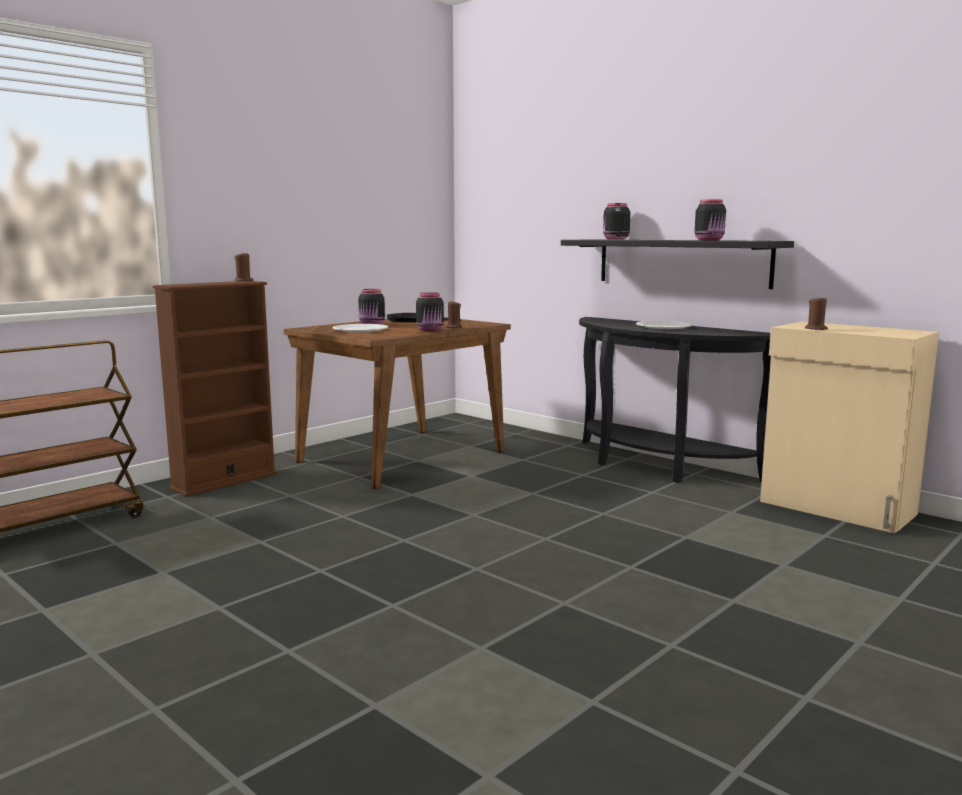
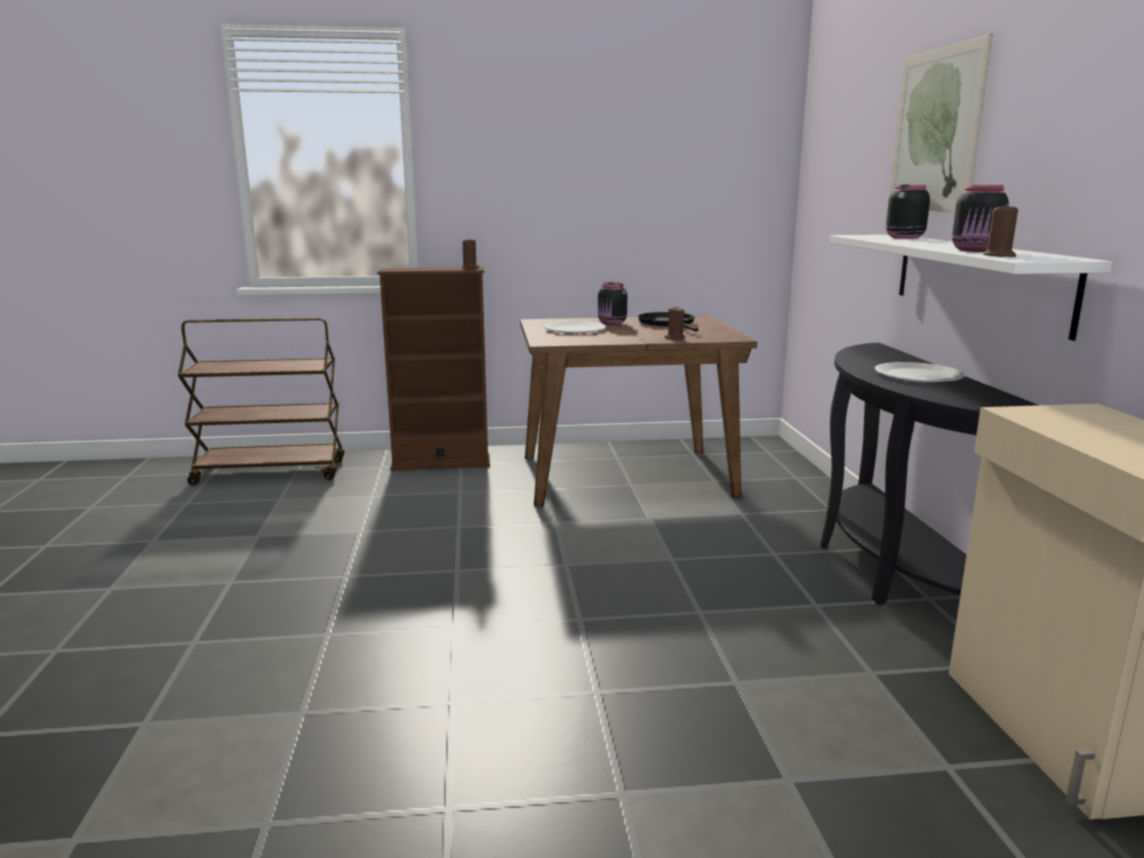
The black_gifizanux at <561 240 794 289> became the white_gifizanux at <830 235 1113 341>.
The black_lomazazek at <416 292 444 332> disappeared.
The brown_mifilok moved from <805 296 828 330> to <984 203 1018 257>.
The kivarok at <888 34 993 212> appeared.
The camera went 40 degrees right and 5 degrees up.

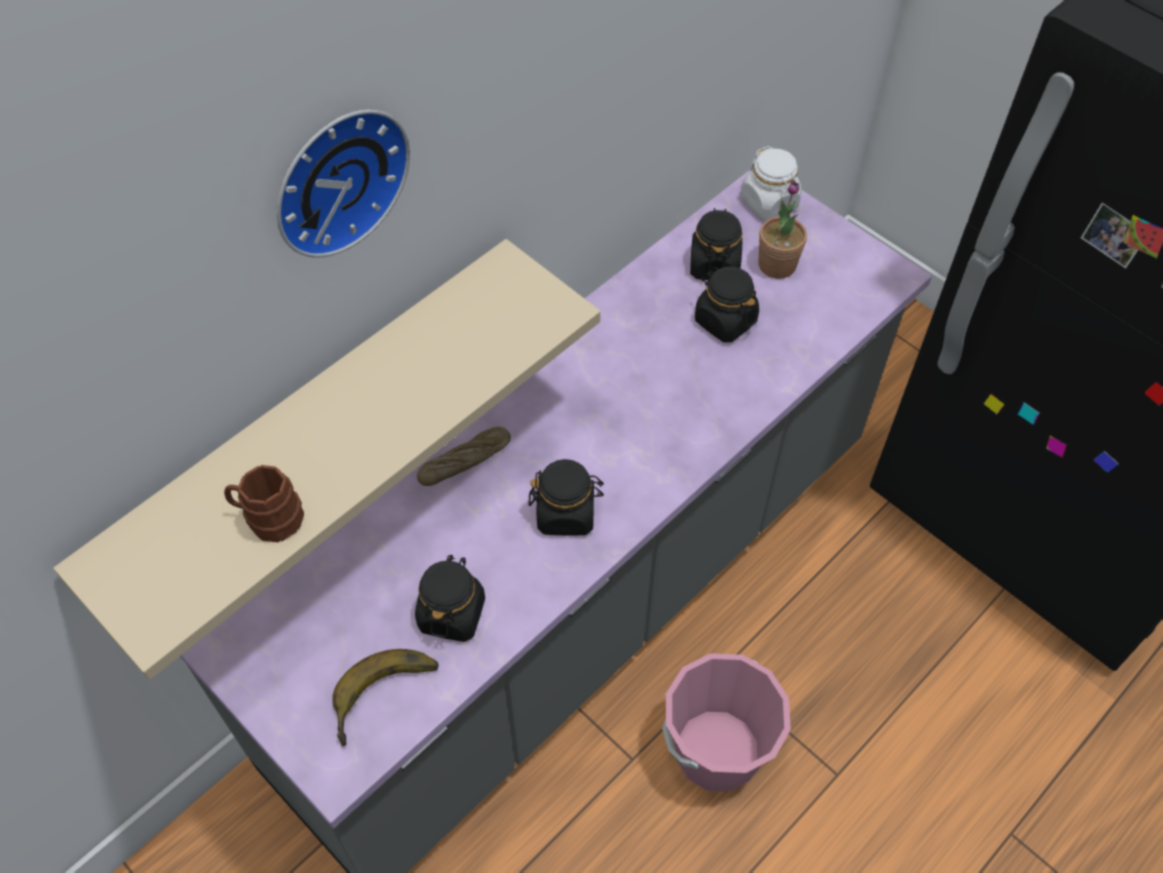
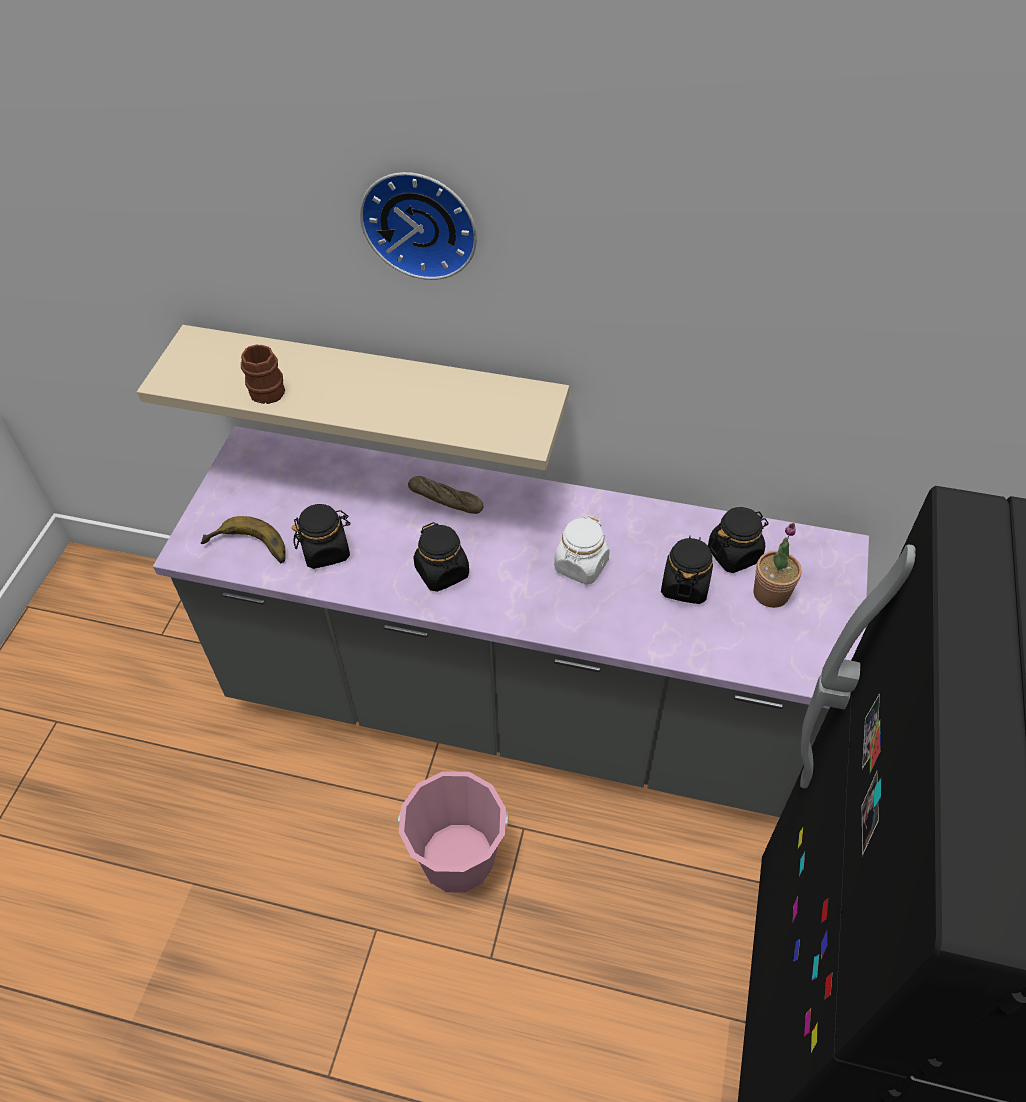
The white_lomazazek moved from <741 146 802 221> to <554 515 610 585>.
The camera went 60 degrees right and 5 degrees down.

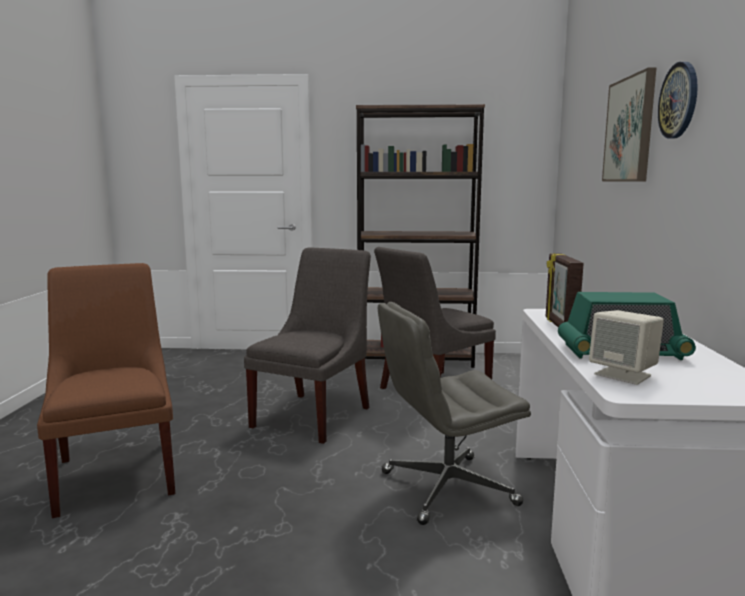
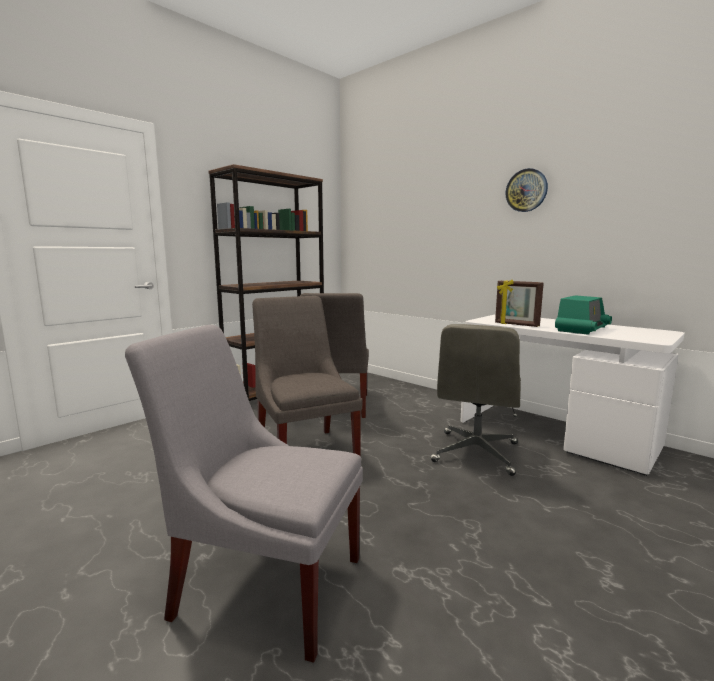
The kivarok at <602 67 657 182> disappeared.
The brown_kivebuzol at <37 263 175 518> became the grey_kivebuzol at <125 325 363 663>.
The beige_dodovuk at <589 310 664 385> disappeared.
The camera went 50 degrees left and 0 degrees up.

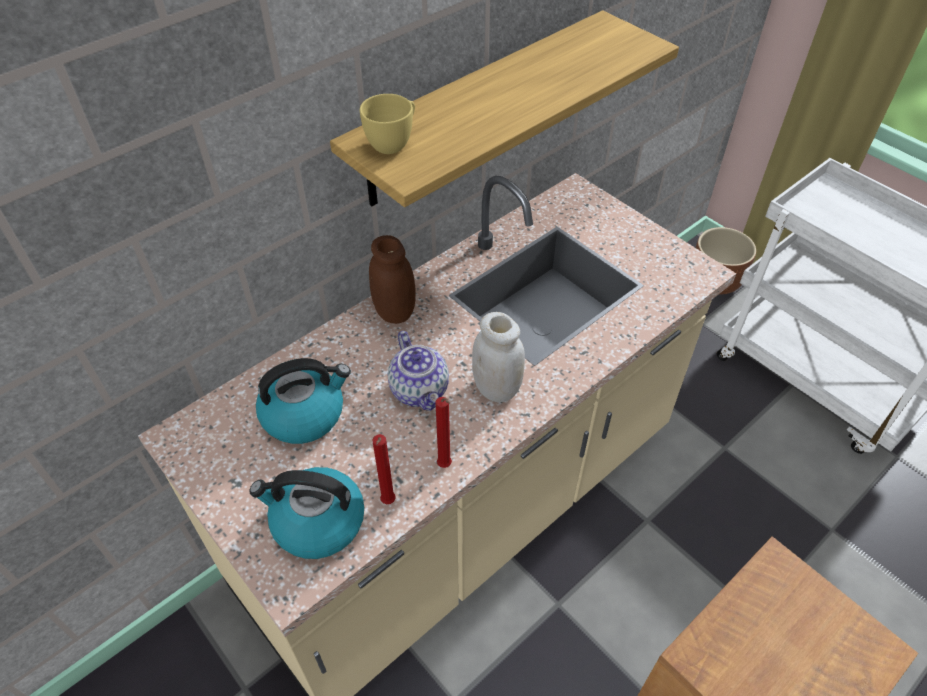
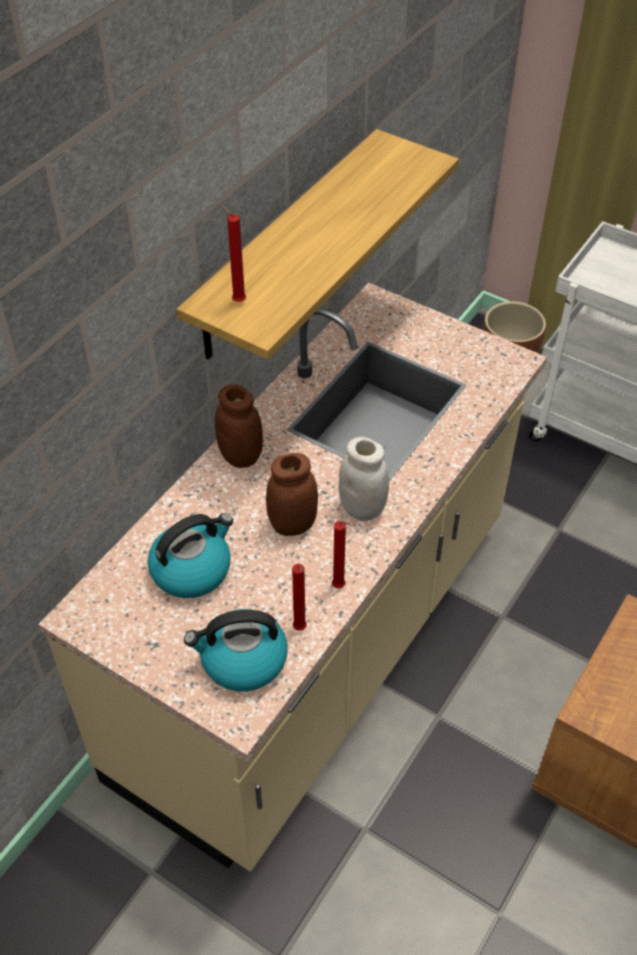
The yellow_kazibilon at <360 94 415 154> was replaced by the red_mifilok at <221 205 246 302>.
The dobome at <388 331 449 411> was replaced by the brown_lomazazek at <266 453 318 536>.
The camera went 15 degrees left and 0 degrees up.

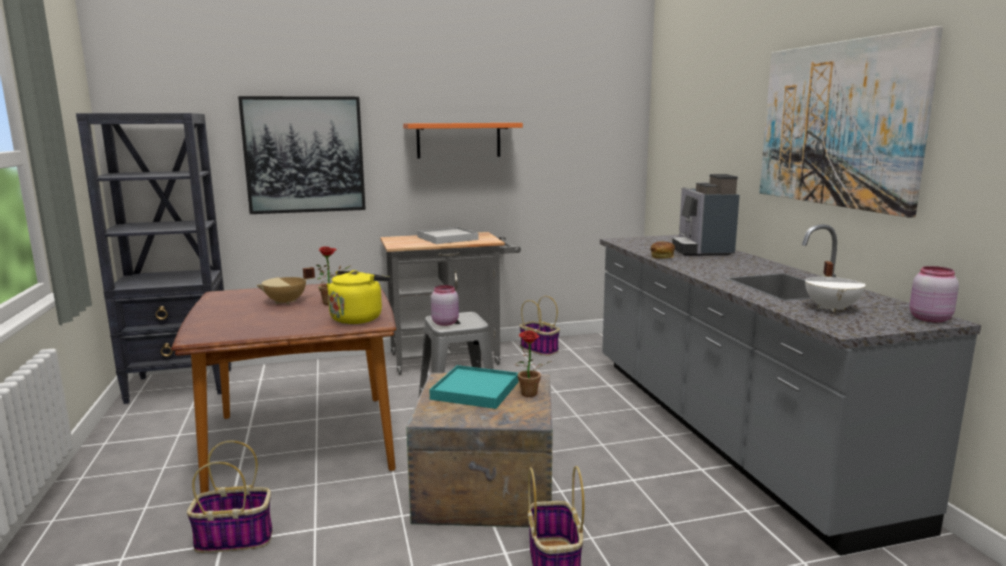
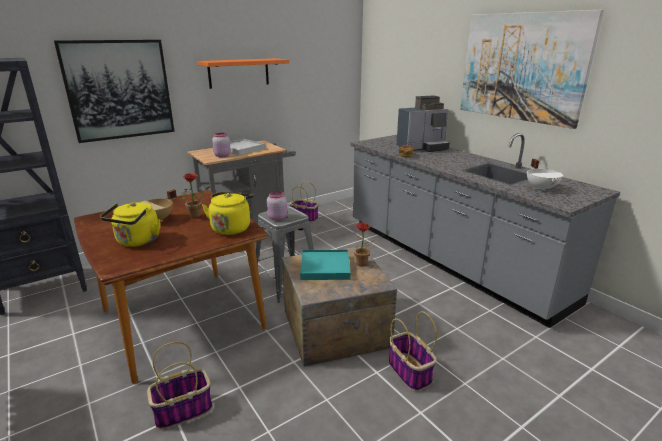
The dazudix at <672 174 740 256> turned 90 degrees counterclockwise.
The pink_lomazazek moved from <910 266 959 323> to <212 133 231 157>.
The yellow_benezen at <100 202 161 247> appeared.
The camera went 20 degrees left and 10 degrees up.

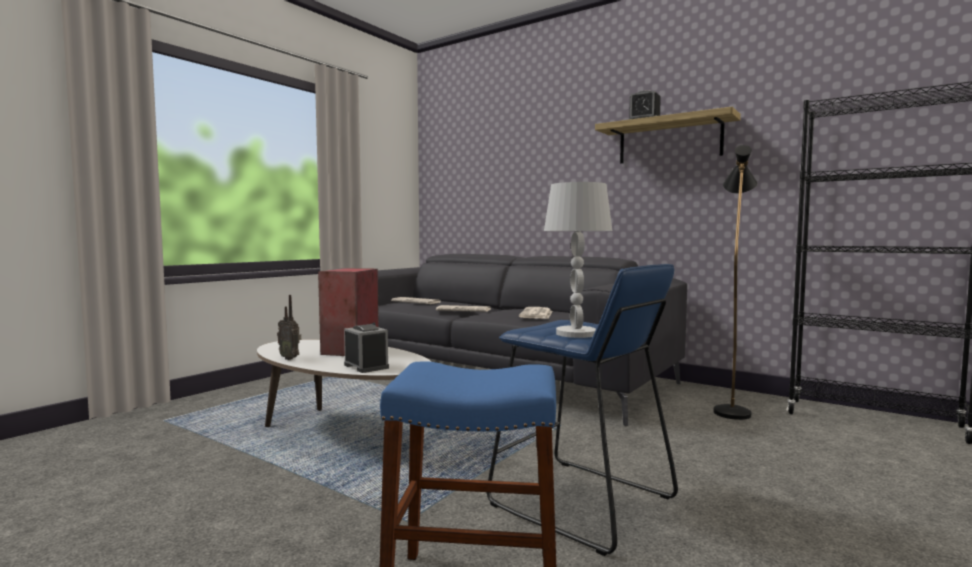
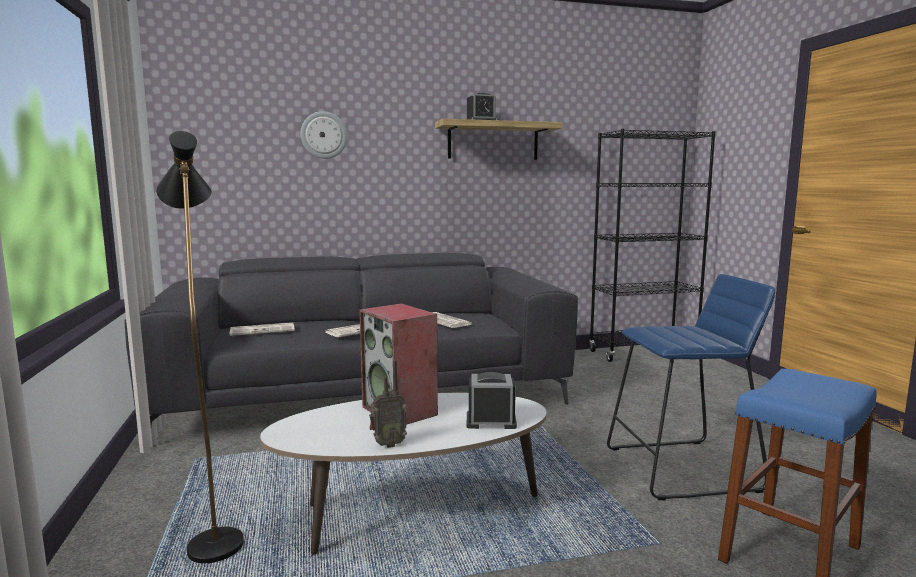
The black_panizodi moved from <713 145 758 420> to <156 131 244 563>.
The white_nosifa at <544 182 612 338> disappeared.
The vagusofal at <300 111 348 159> appeared.
The camera went 50 degrees left and 5 degrees up.

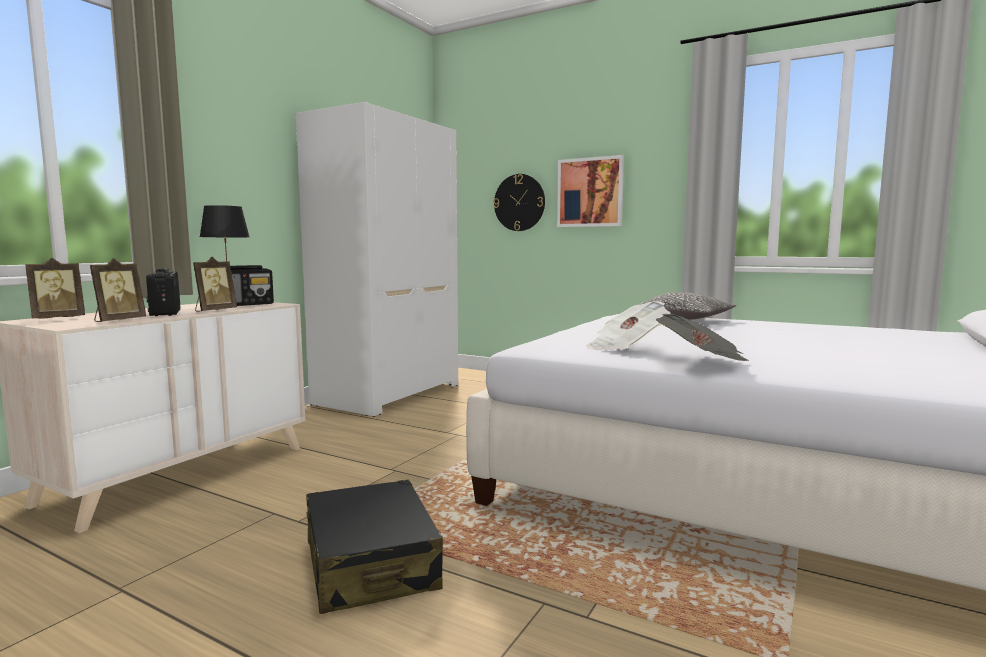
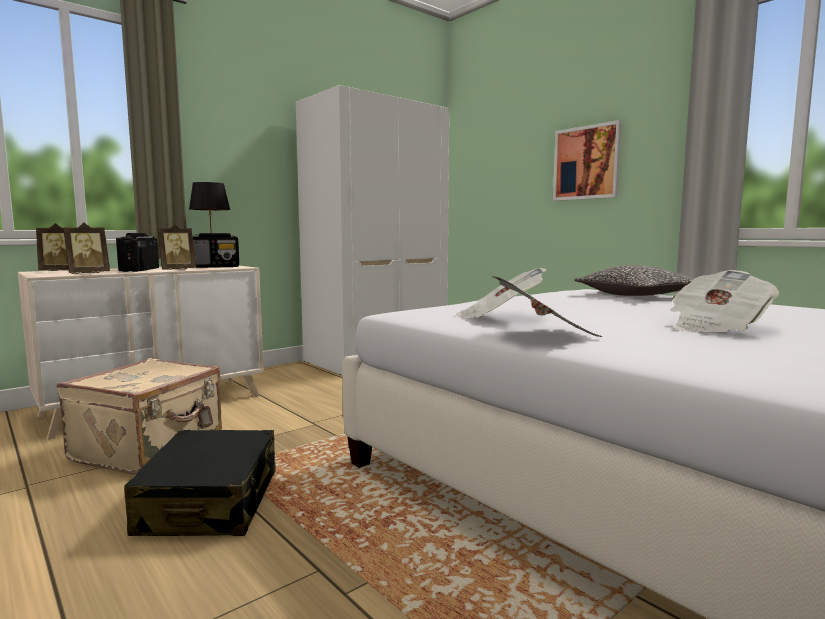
The vagusofal at <494 174 545 231> disappeared.
The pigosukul at <670 270 779 333> appeared.
The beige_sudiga at <57 358 222 475> appeared.
The camera went 20 degrees right and 0 degrees up.

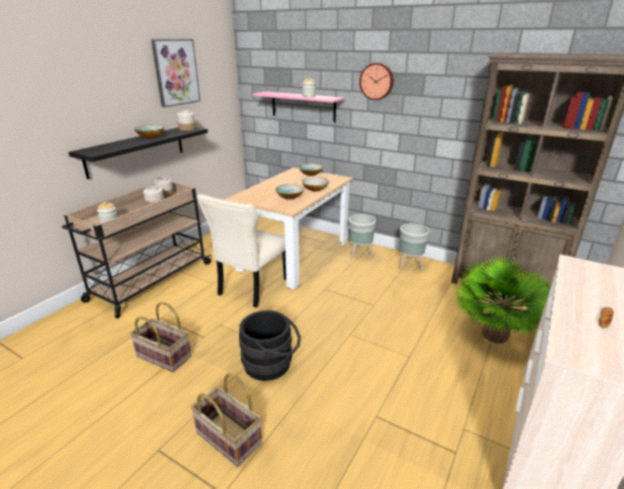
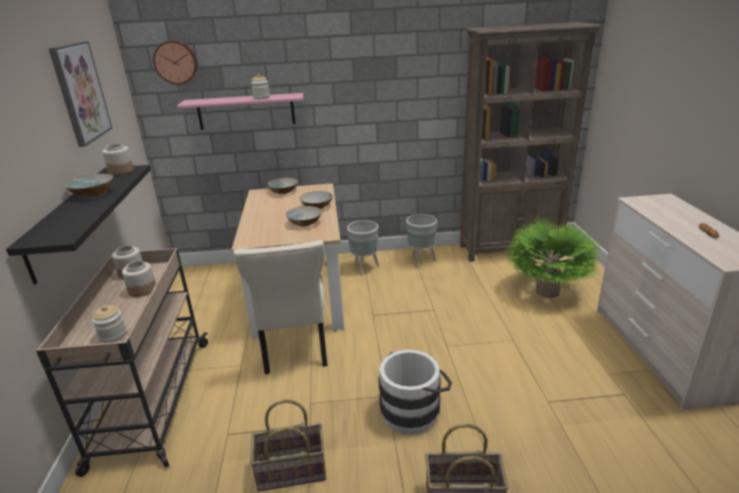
The vagusofal moved from <359 63 393 100> to <153 40 197 85>.
The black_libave at <239 310 301 381> became the white_libave at <378 350 452 434>.
The camera went 35 degrees left and 0 degrees up.

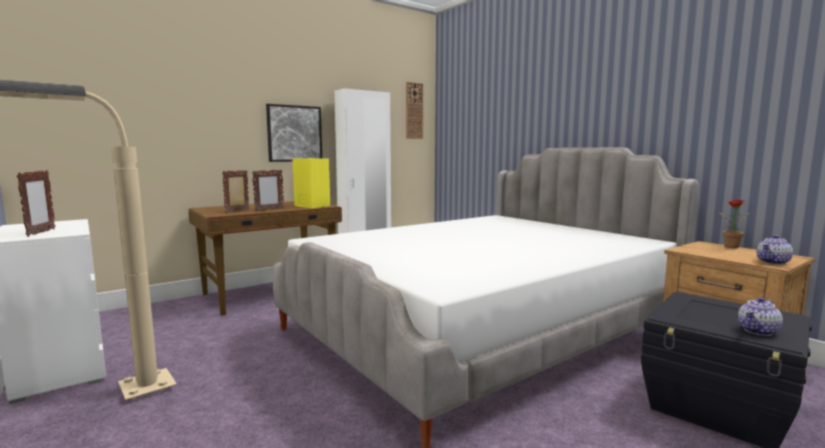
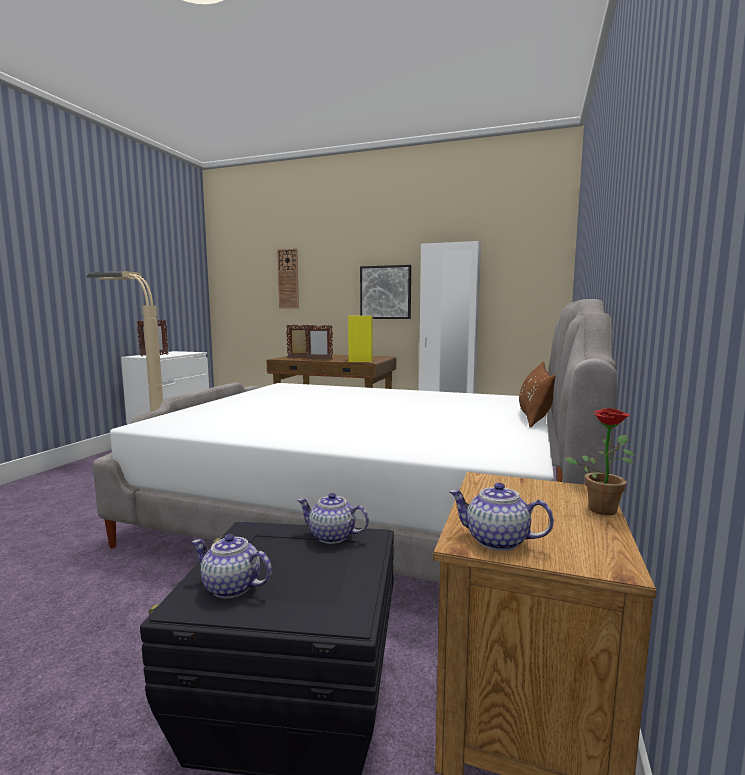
The vagusofal moved from <406 82 424 139> to <277 249 299 308>.
The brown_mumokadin at <519 362 556 428> appeared.
The dobome at <297 493 369 544> appeared.
The camera went 55 degrees right and 0 degrees up.

